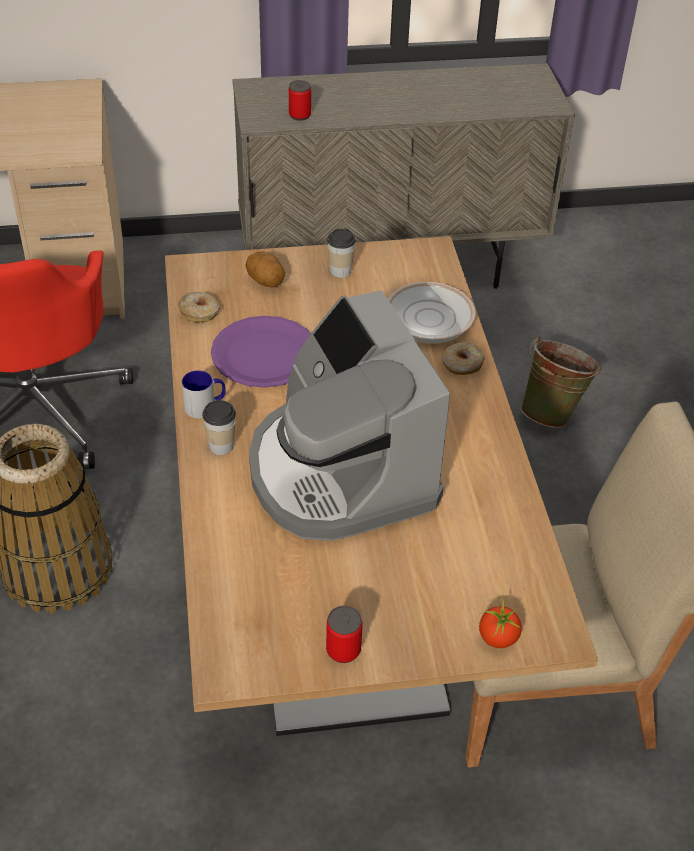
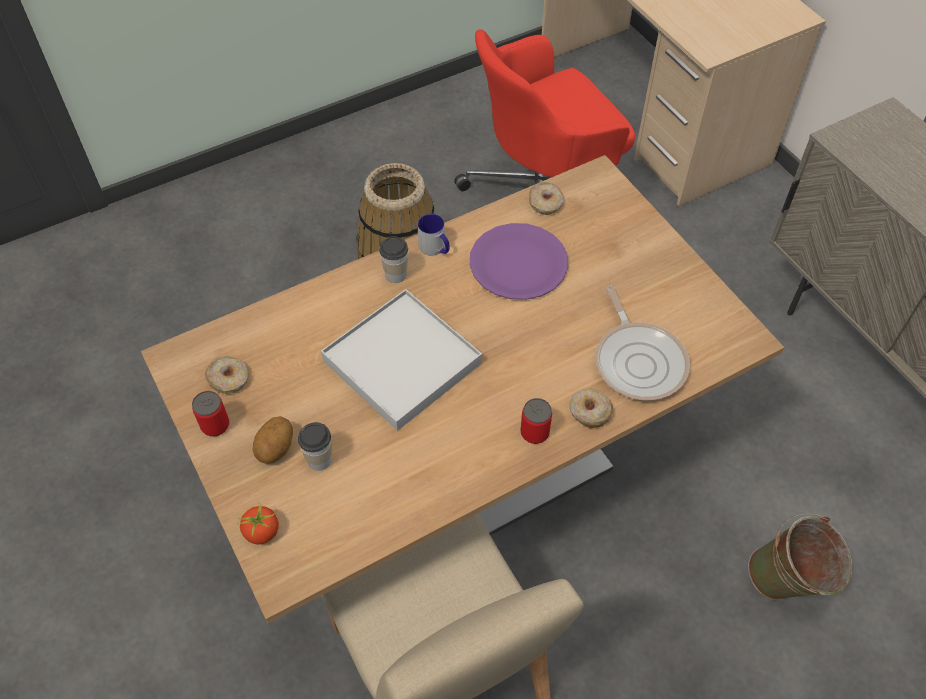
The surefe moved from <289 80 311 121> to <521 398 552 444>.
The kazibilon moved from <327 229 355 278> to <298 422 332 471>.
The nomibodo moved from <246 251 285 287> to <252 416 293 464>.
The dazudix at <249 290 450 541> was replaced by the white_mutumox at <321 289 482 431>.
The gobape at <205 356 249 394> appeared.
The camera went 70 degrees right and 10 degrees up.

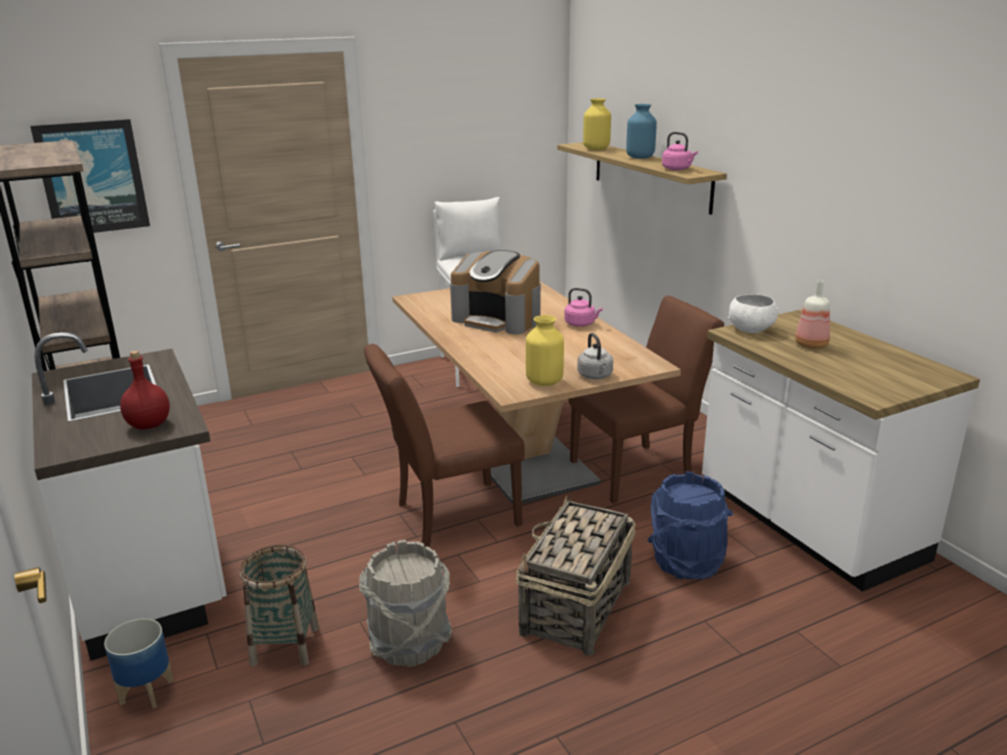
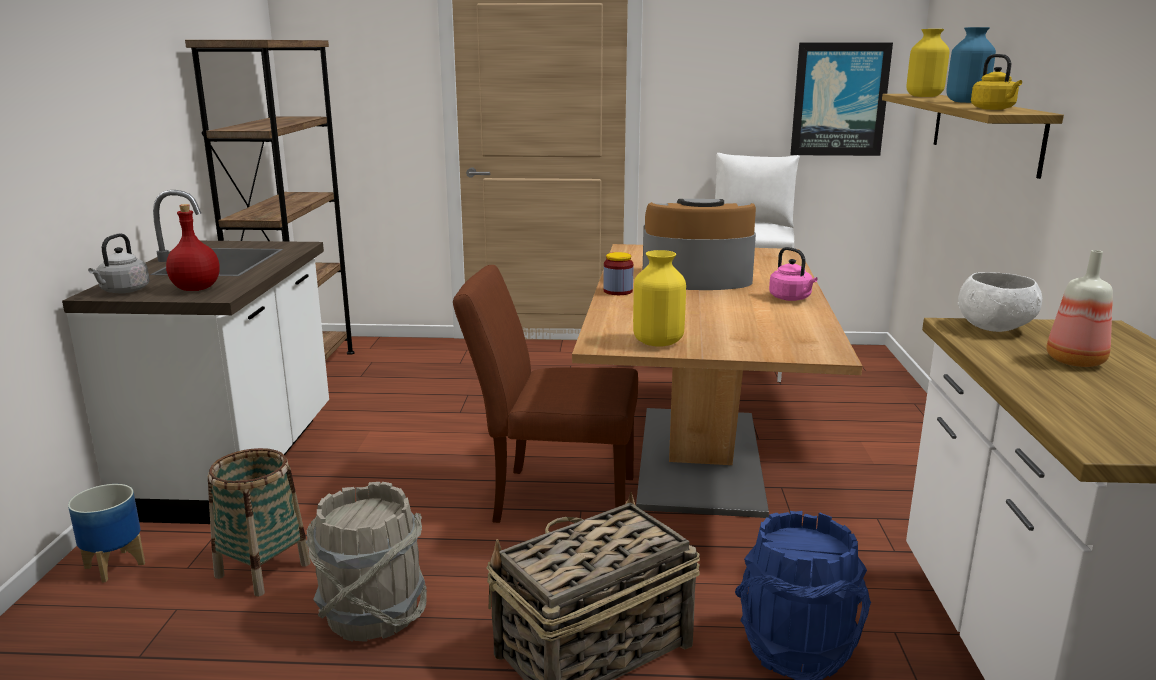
The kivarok moved from <30 119 150 233> to <790 43 893 156>.
The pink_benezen at <662 132 698 170> became the yellow_benezen at <971 54 1022 110>.
The dazudix at <450 250 541 334> turned 120 degrees clockwise.
The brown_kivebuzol at <569 296 724 504> disappeared.
The grey_benezen moved from <577 333 613 379> to <88 233 150 293>.
The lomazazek at <603 252 633 295> appeared.
The camera went 30 degrees right and 5 degrees down.

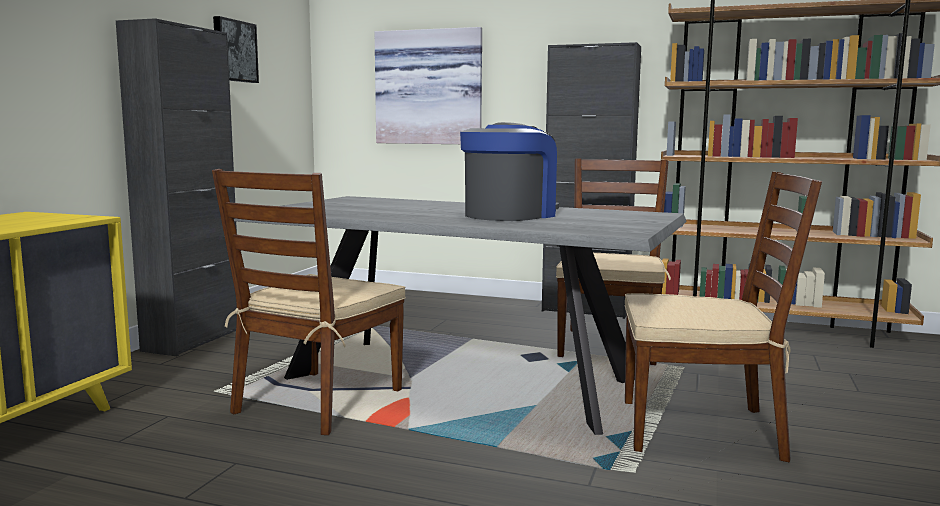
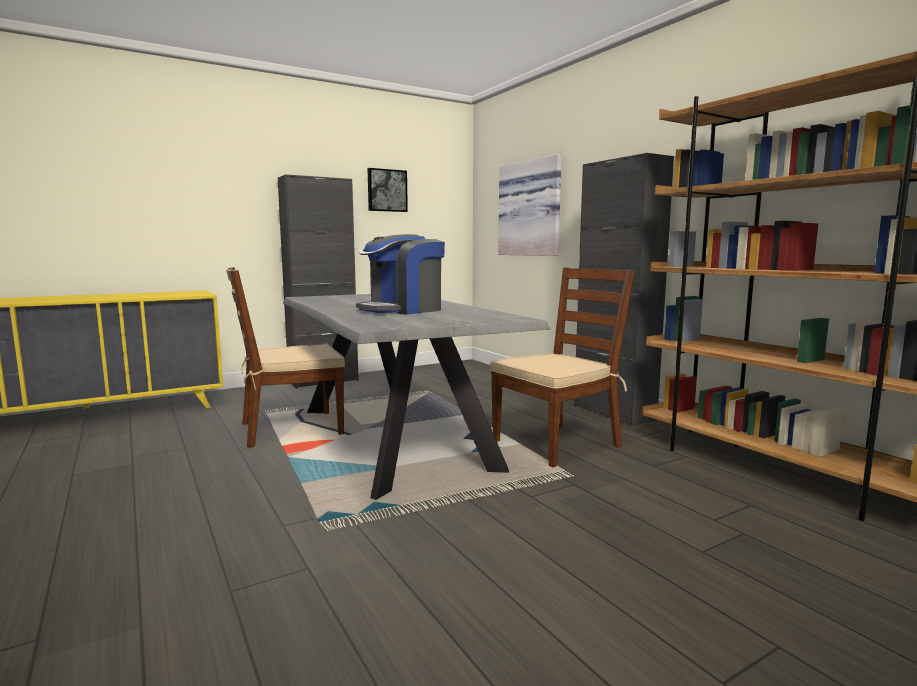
The dazudix at <460 122 559 221> turned 150 degrees clockwise.
The brown_kivebuzol at <625 172 822 462> disappeared.
The camera went 40 degrees right and 0 degrees up.

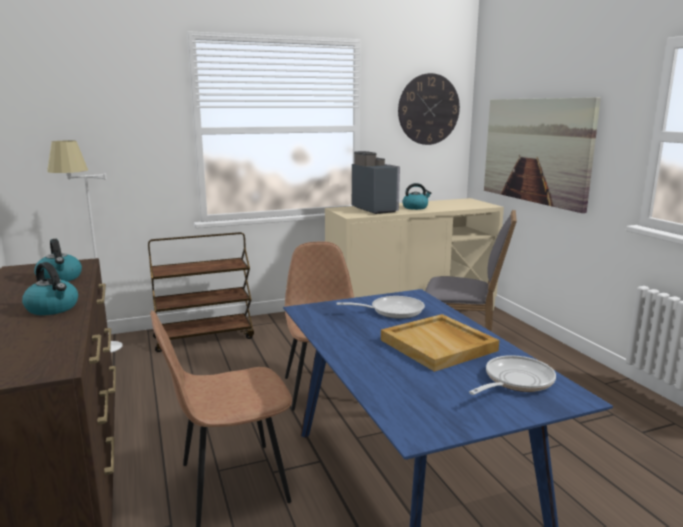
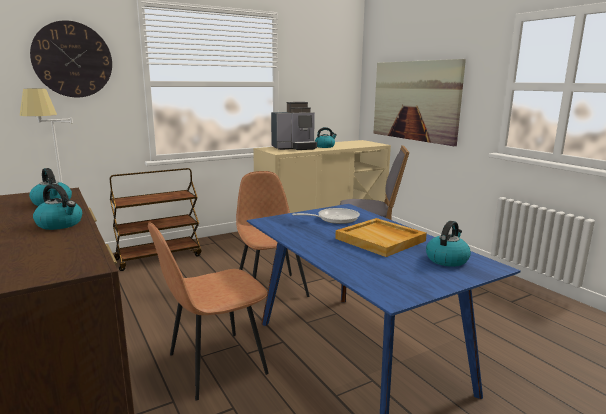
The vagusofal moved from <398 73 460 145> to <30 20 112 97>.
The dazudix at <352 151 400 214> turned 105 degrees clockwise.
The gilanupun at <469 355 556 395> was replaced by the benezen at <426 221 471 267>.
The camera went 10 degrees left and 0 degrees up.

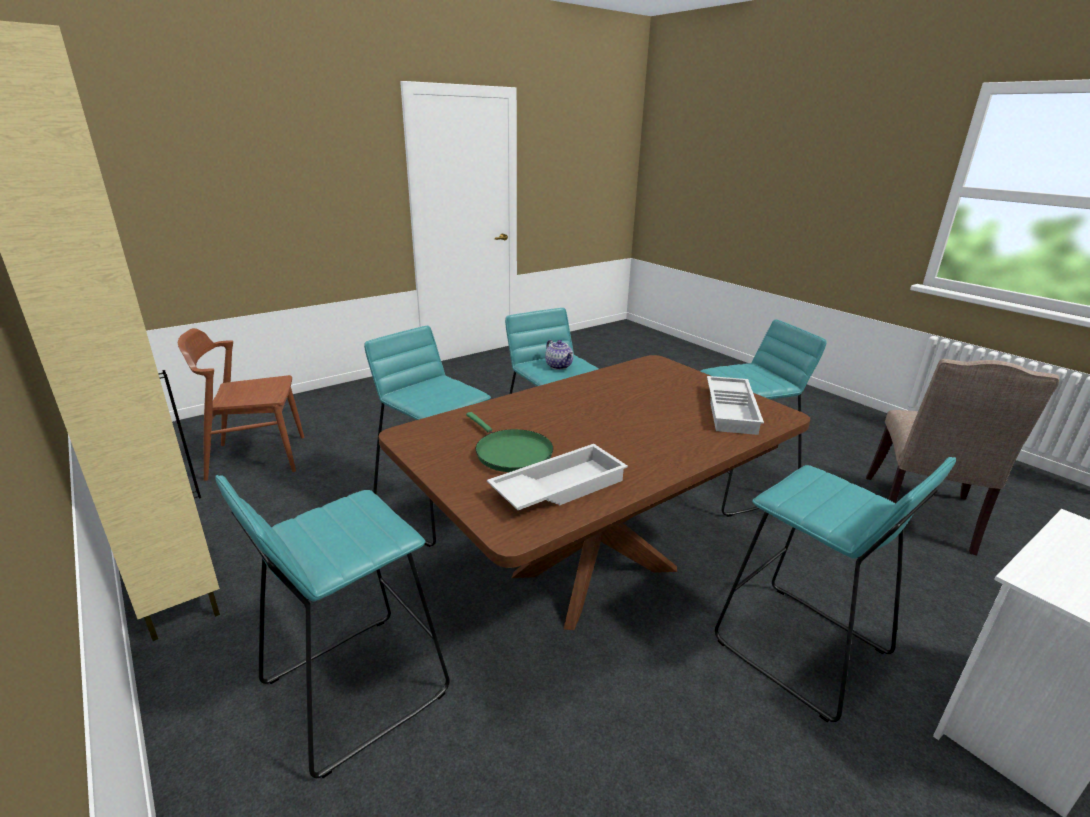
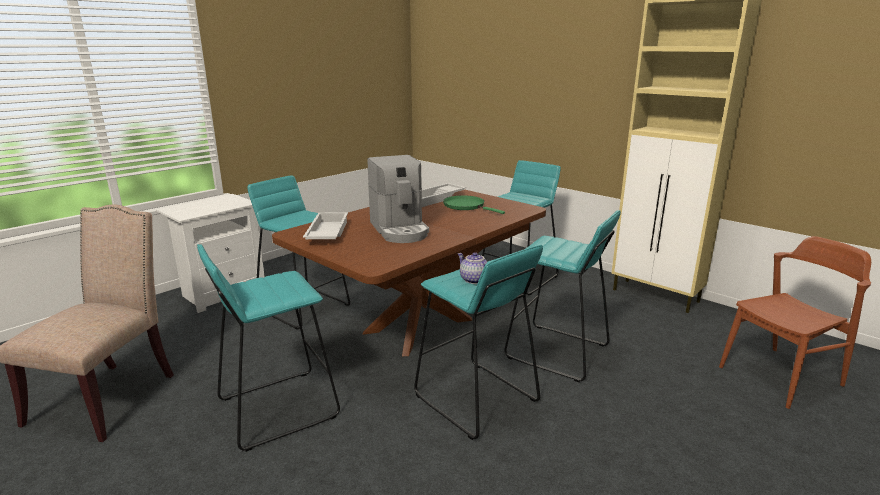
The dazudix at <367 155 429 243> appeared.
The camera went 170 degrees right and 5 degrees down.

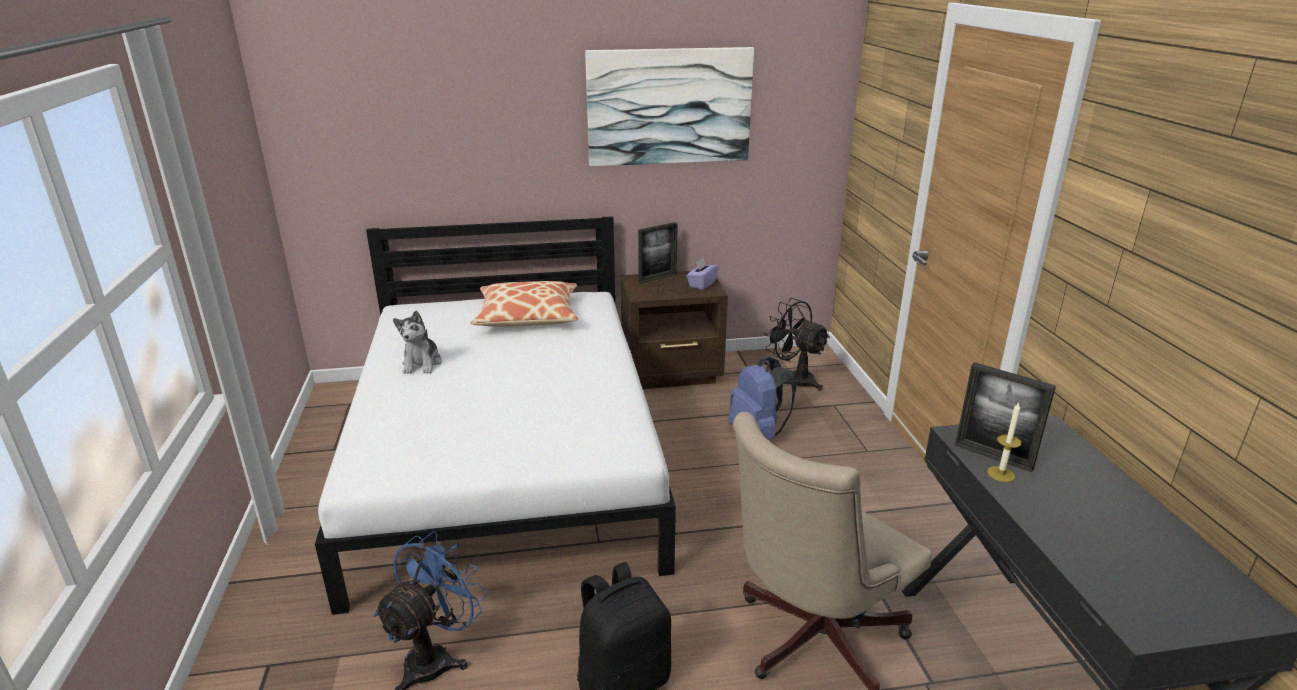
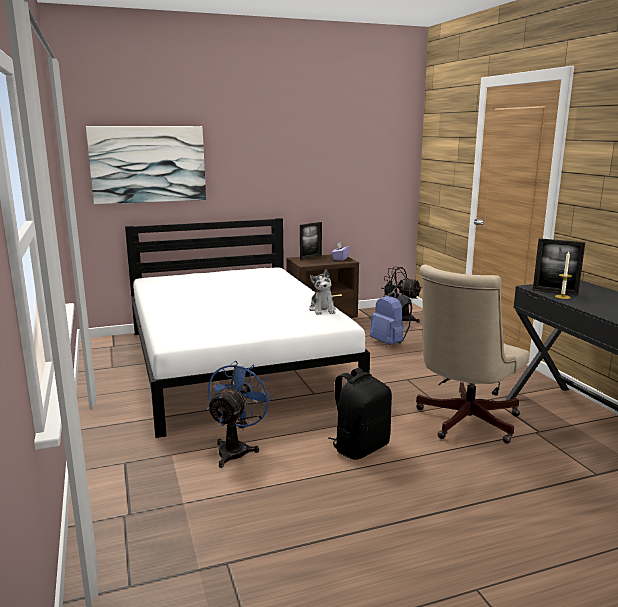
The kivarok moved from <585 47 754 166> to <86 126 206 204>.
The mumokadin at <471 281 578 327> disappeared.
The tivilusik moved from <393 311 442 374> to <309 269 336 315>.
The camera went 10 degrees left and 10 degrees down.

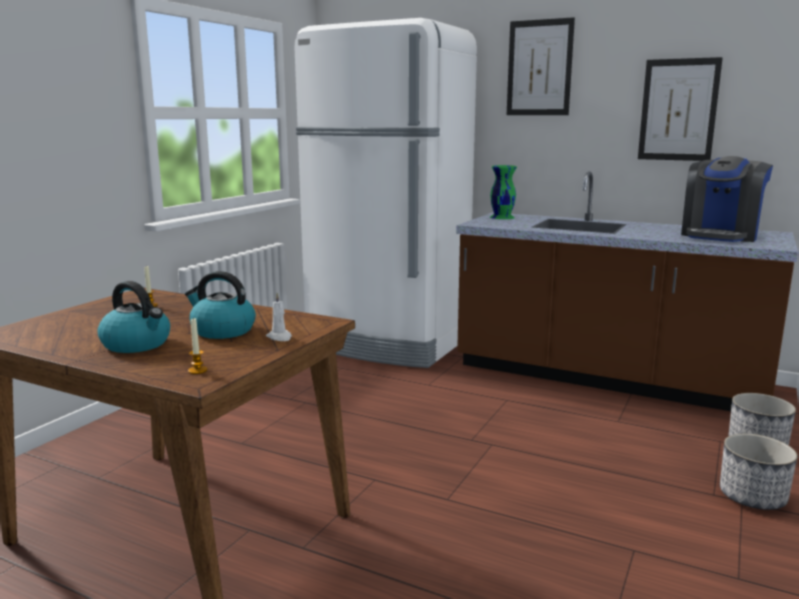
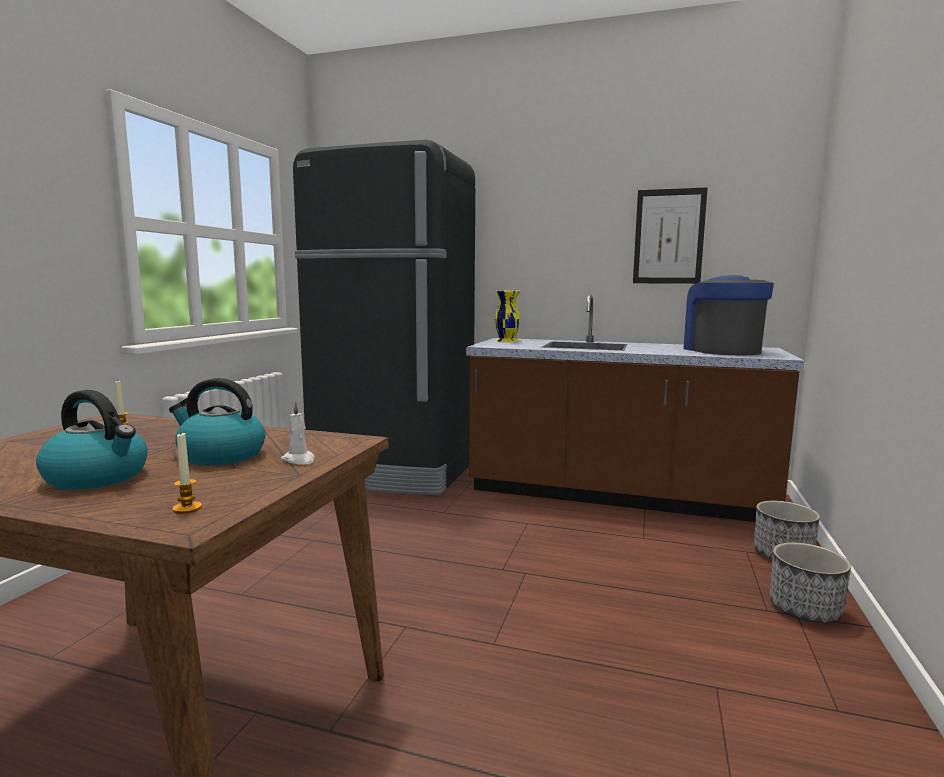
The kivarok at <507 17 575 115> disappeared.
The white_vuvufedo at <294 18 477 368> became the black_vuvufedo at <293 140 475 495>.
The dazudix at <681 156 773 242> turned 150 degrees clockwise.
The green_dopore at <490 165 517 219> became the yellow_dopore at <495 290 520 342>.
The camera went 10 degrees left and 5 degrees down.

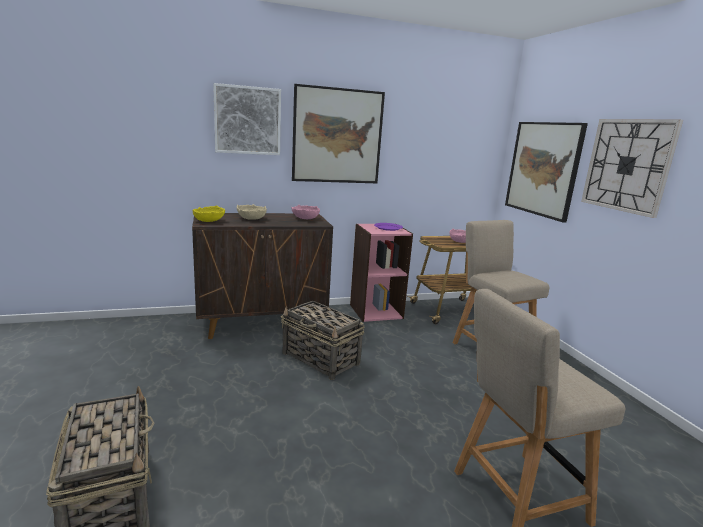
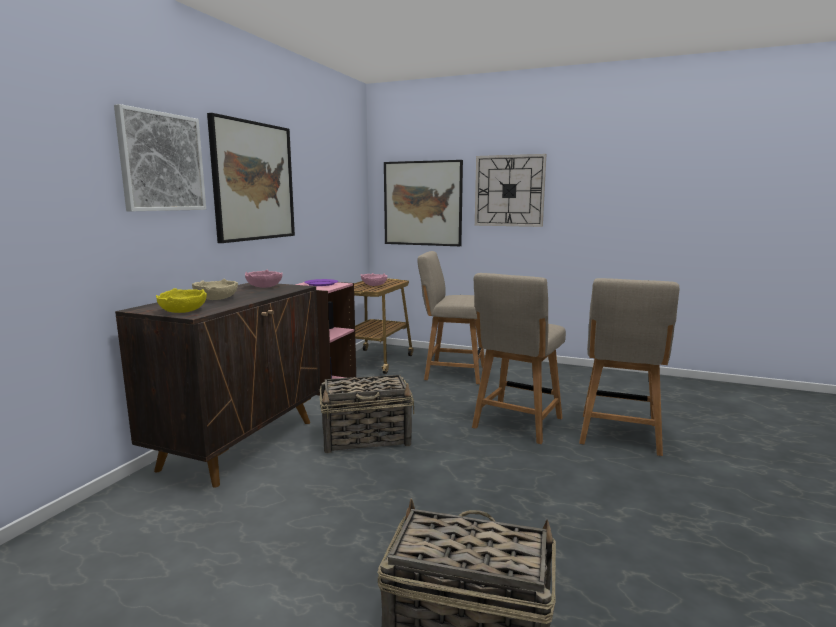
The beige_kivebuzol at <472 273 566 444> appeared.
The camera went 50 degrees left and 5 degrees down.

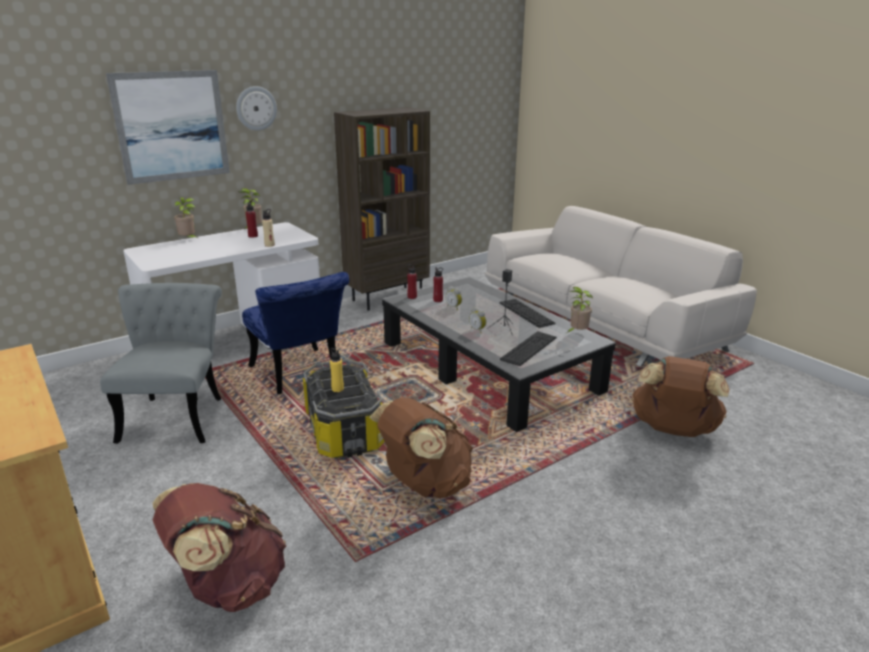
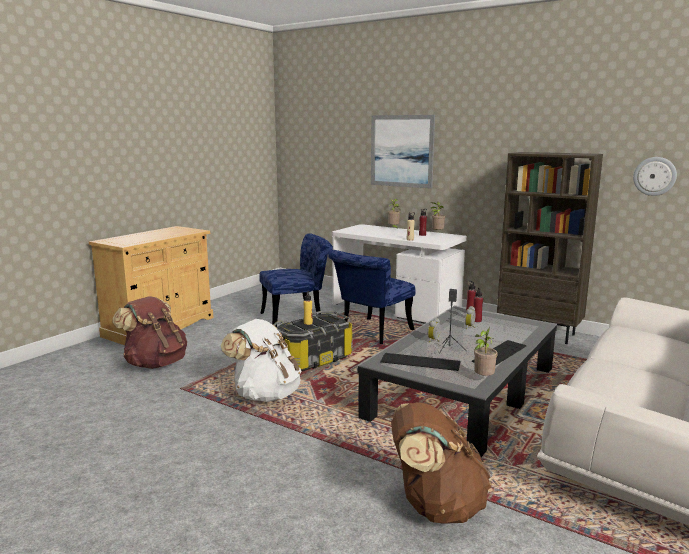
The vagusofal moved from <236 86 277 131> to <633 157 677 196>.
The grey_kivebuzol at <100 283 222 444> became the blue_kivebuzol at <259 233 333 327>.
The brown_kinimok at <369 398 473 498> became the white_kinimok at <221 319 302 402>.
The camera went 70 degrees right and 10 degrees down.

